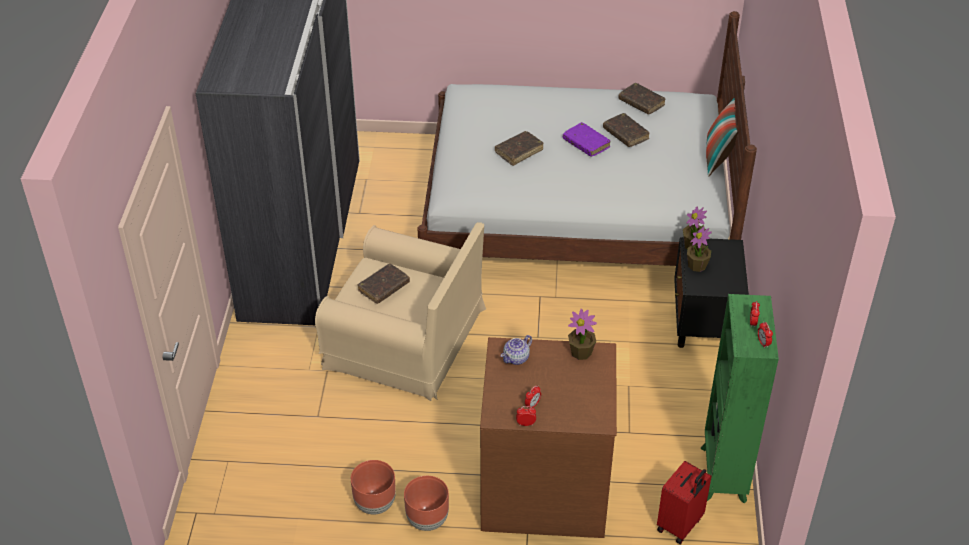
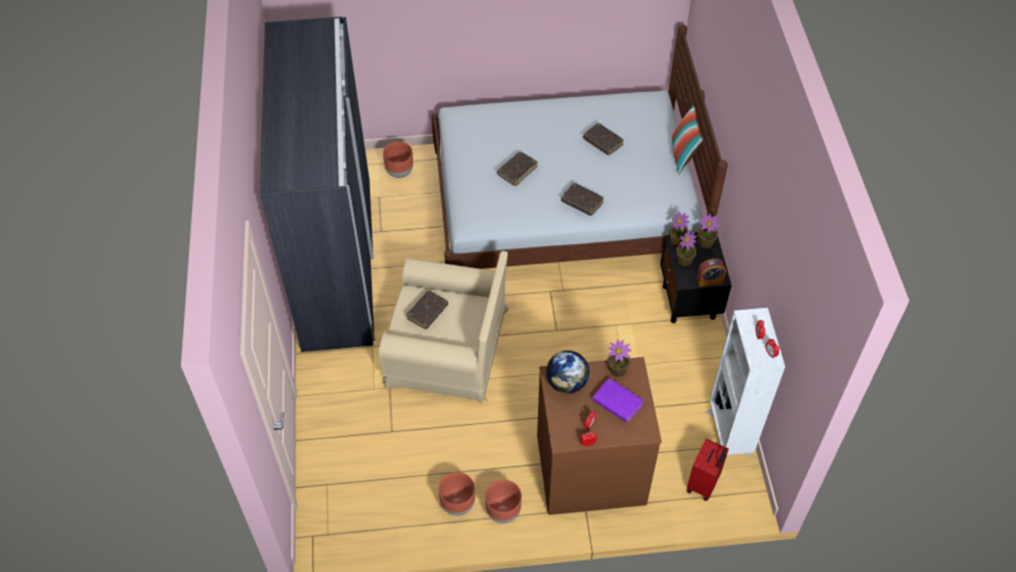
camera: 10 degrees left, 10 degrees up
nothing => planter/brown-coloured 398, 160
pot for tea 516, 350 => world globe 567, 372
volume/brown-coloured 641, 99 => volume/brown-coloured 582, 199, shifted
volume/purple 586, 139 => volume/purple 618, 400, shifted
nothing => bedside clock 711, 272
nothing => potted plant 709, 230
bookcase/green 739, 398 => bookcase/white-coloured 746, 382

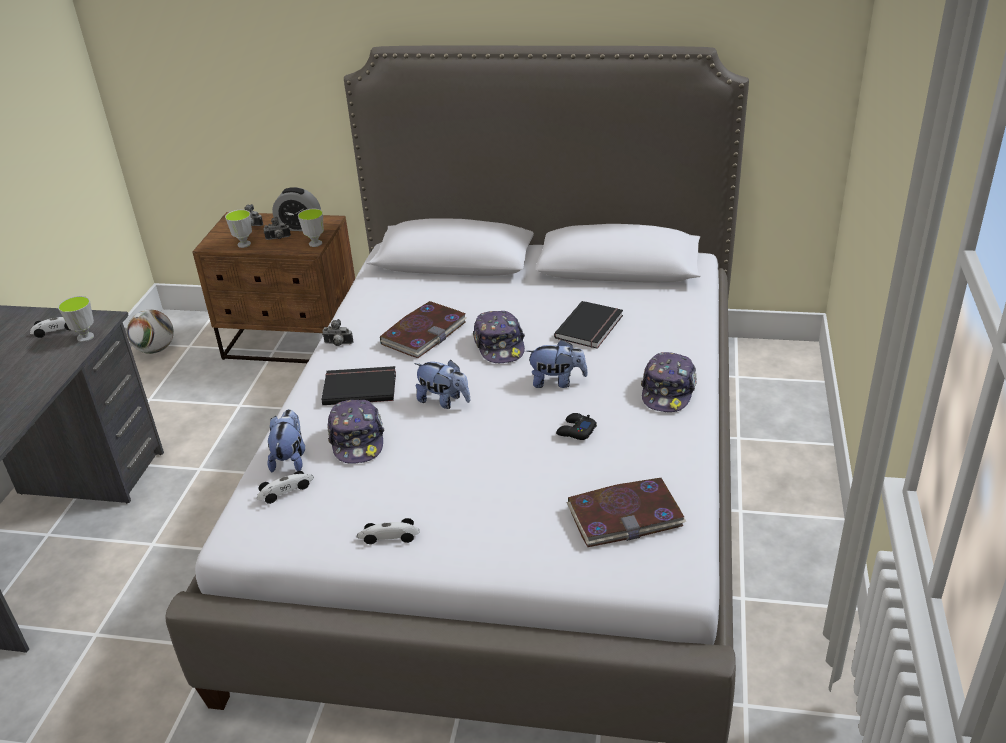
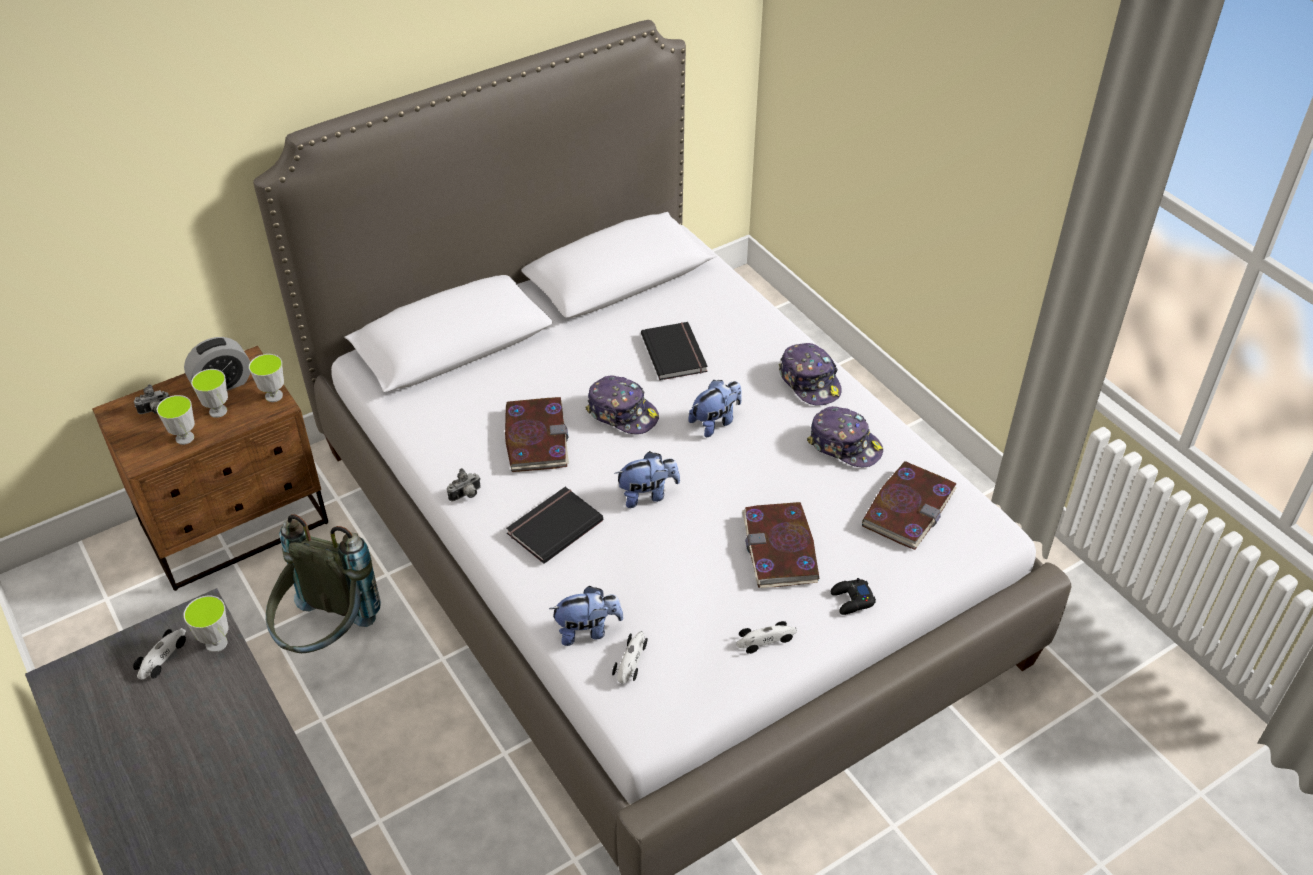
camera: 45 degrees left, 10 degrees up
still camera 277, 228 => small cup 209, 393
nothing => backpack/grey 323, 583
cuddly toy 286, 440 => cuddly toy 586, 616, 120 degrees clockwise
model car 388, 531 => model car 766, 637, 150 degrees counterclockwise
nothing => volume 780, 545
peaked cap 356, 432 => peaked cap 845, 436, shifted
gamepad/blackish 576, 426 => gamepad/blackish 853, 596, shifted
ball for football 150, 331 => nothing

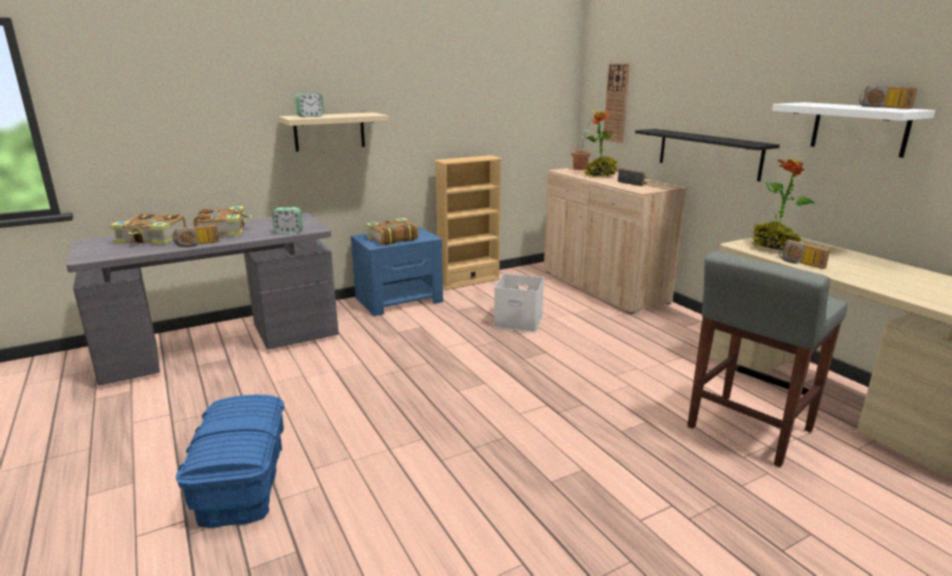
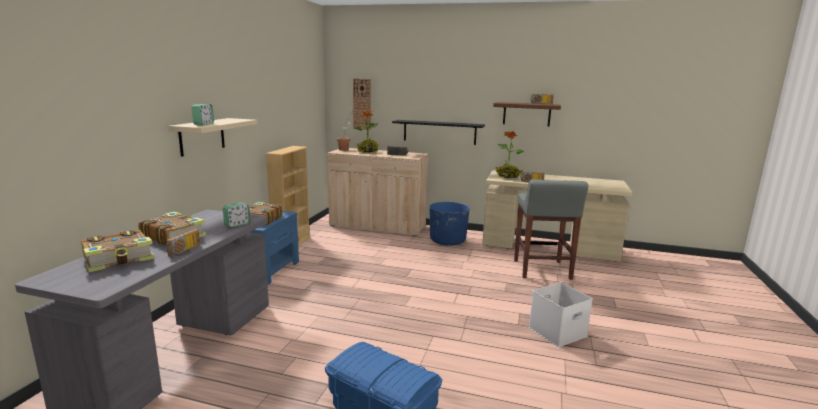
camera: 45 degrees left, 5 degrees down
nothing => planter/blue 450, 224
bracket shelf/white-coloured 853, 130 => bracket shelf/brown-coloured 527, 114
storage container/white-coloured 519, 302 => storage container/white-coloured 561, 315, shifted

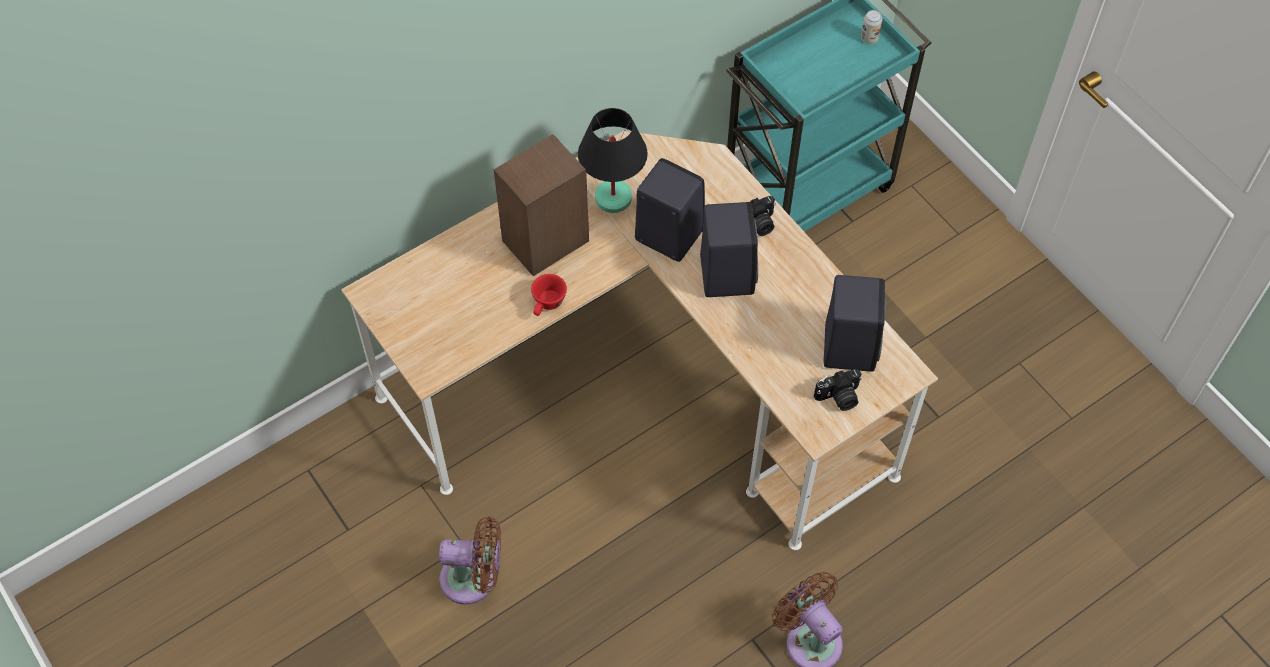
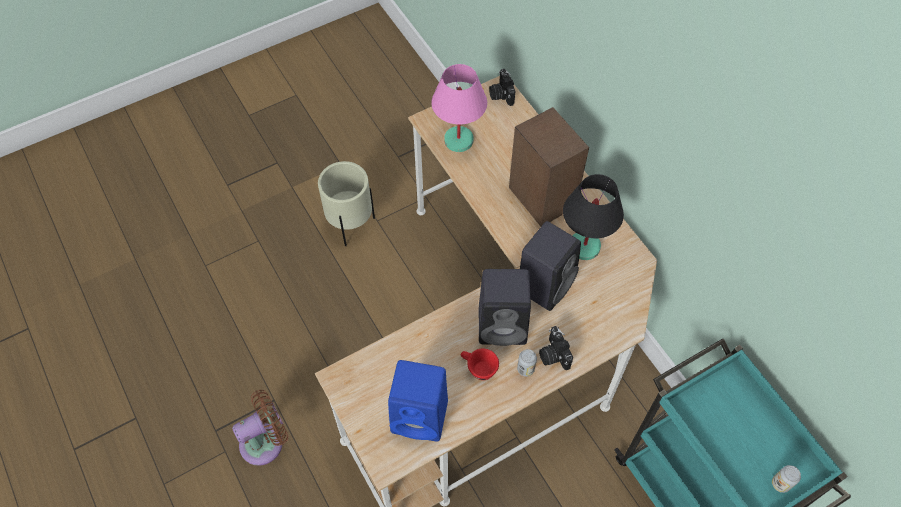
camera: 95 degrees right, 0 degrees up
cooling fan/brown-coloured 470, 560 => planter/beige-coloured 346, 203
loudspeaker/blackish 855, 323 => loudspeaker/blue 418, 400
nothing => tabletop lamp/pink 459, 108
small cup/red-coloured 549, 295 => small cup/red-coloured 480, 364, shifted
still camera 838, 390 => still camera 502, 87, shifted
nothing => sealed can 527, 363

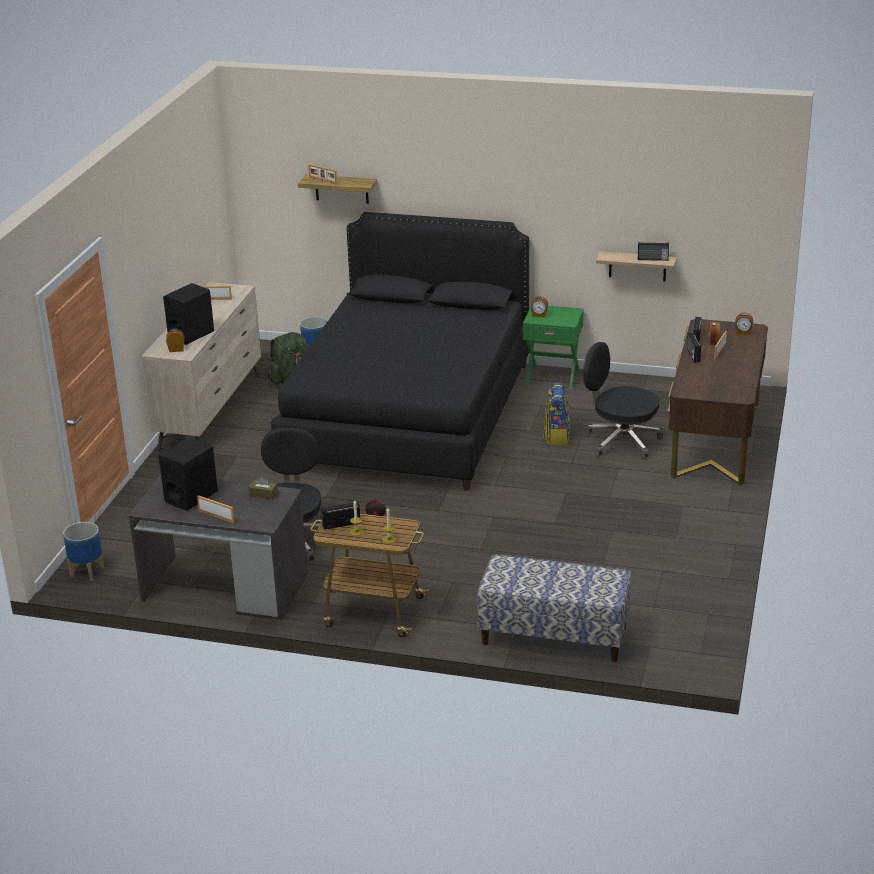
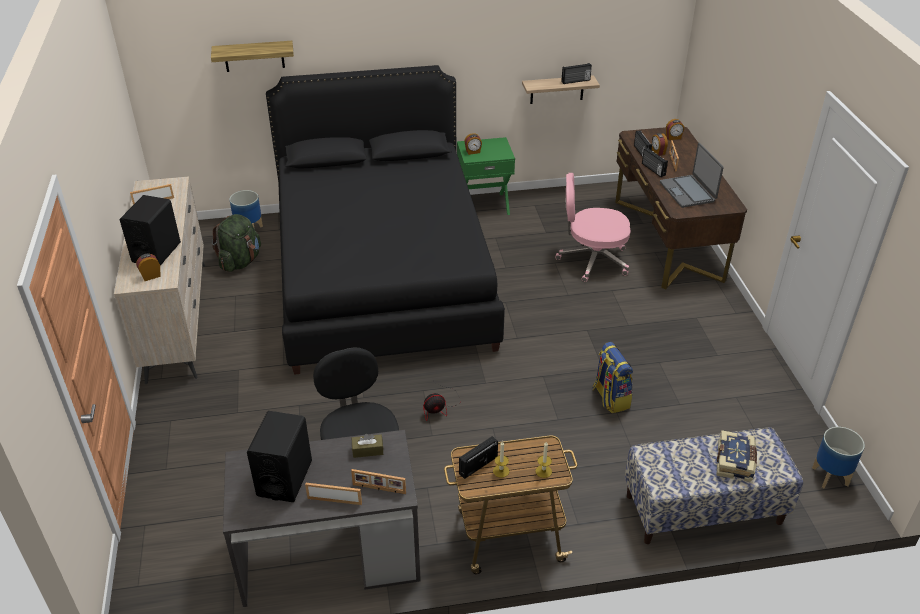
camera: 25 degrees left, 10 degrees up
picture frame 322, 174 => picture frame 378, 481, shifted
computer chair/blackish 623, 400 => computer chair/pink 593, 227
backpack 557, 414 => backpack 612, 377, shifted
nothing => portable computer 691, 175
nothing => volume 736, 456
planter 83, 551 => planter 838, 457, shifted

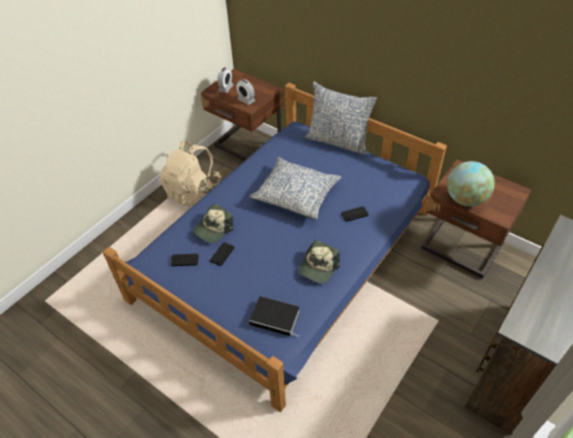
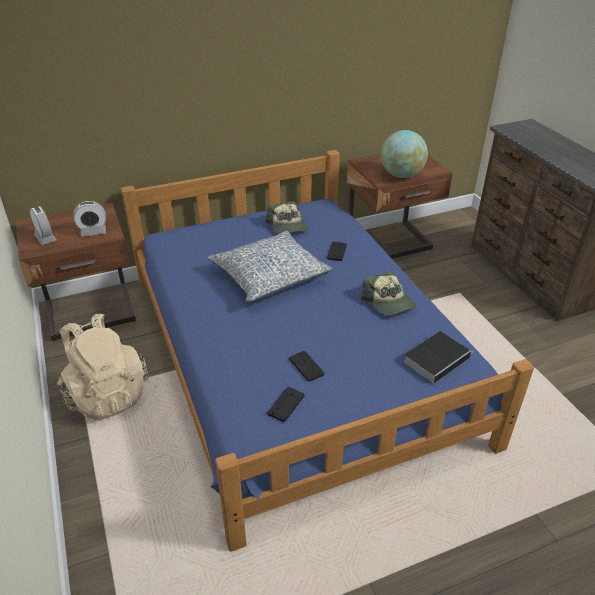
camera: 60 degrees left, 10 degrees down
peaked cap 213, 223 => peaked cap 287, 217, shifted
pillow 341, 118 => nothing

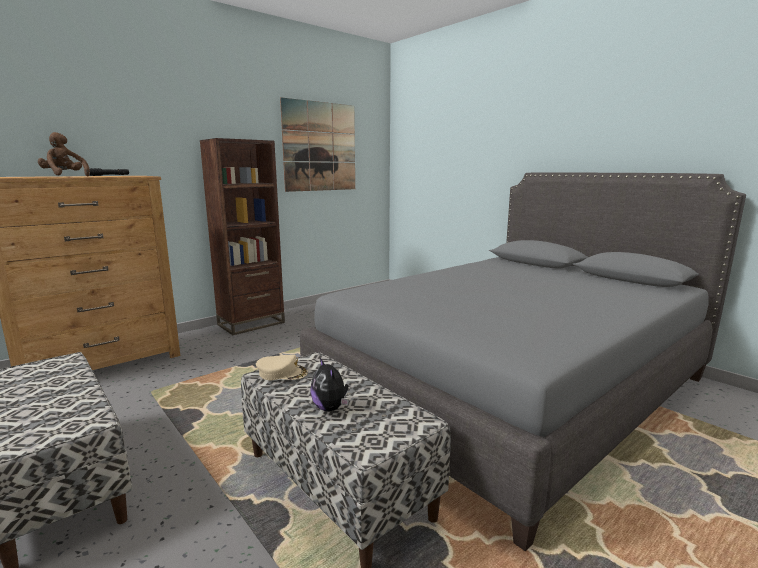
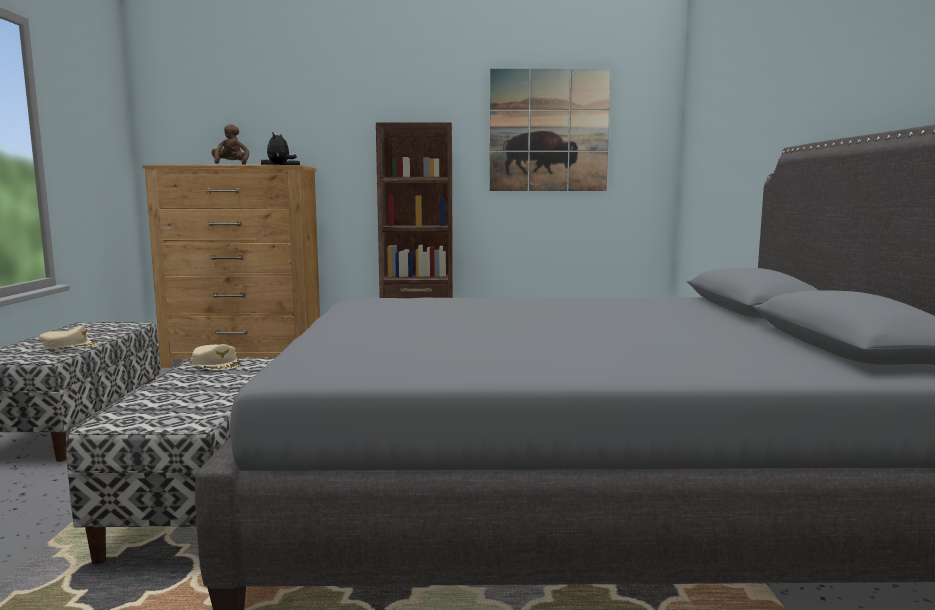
camera: 40 degrees right, 5 degrees down
nothing => peaked cap/beige-coloured 69, 337
cuddly toy 329, 385 => cuddly toy 282, 148, shifted

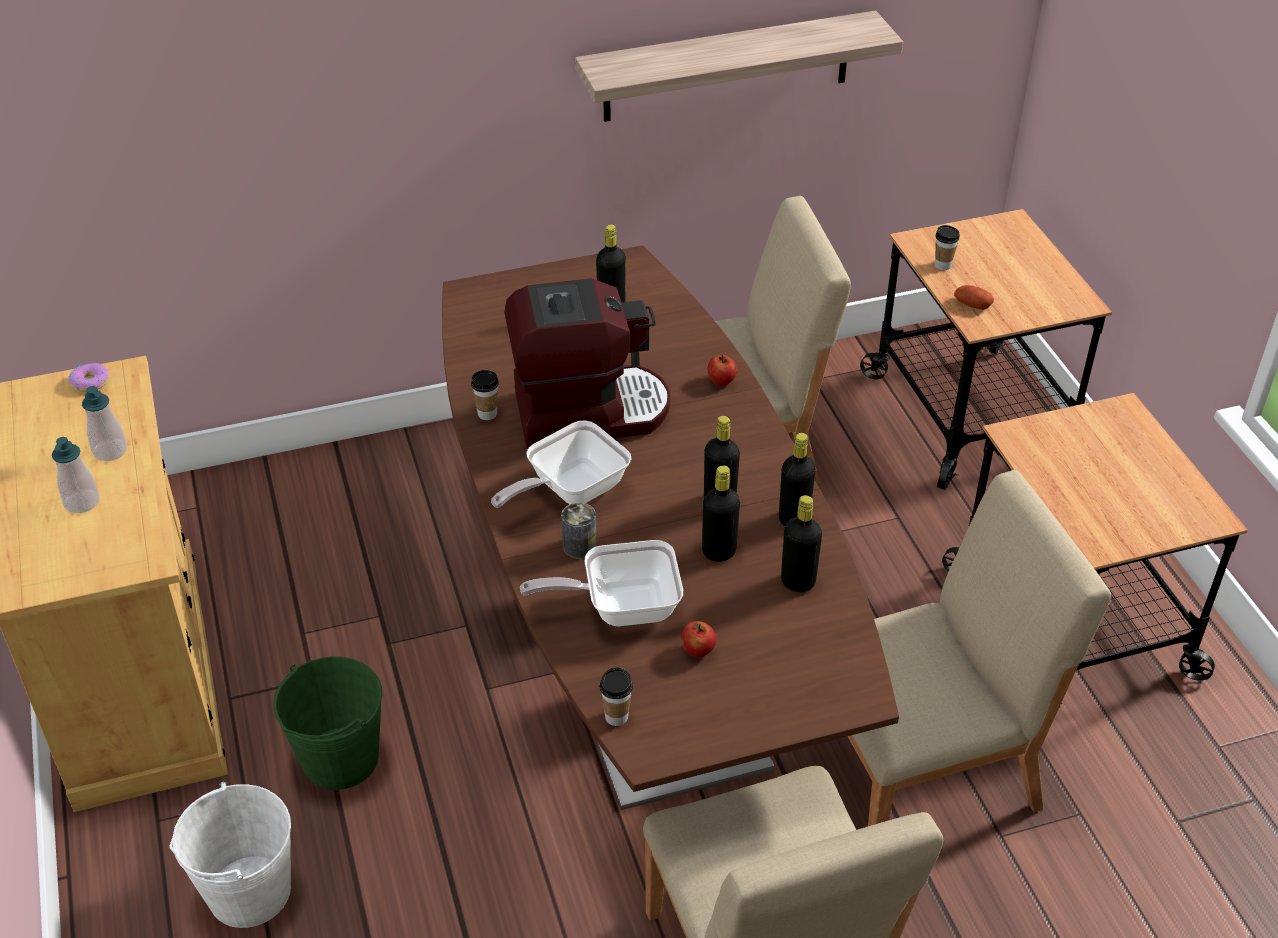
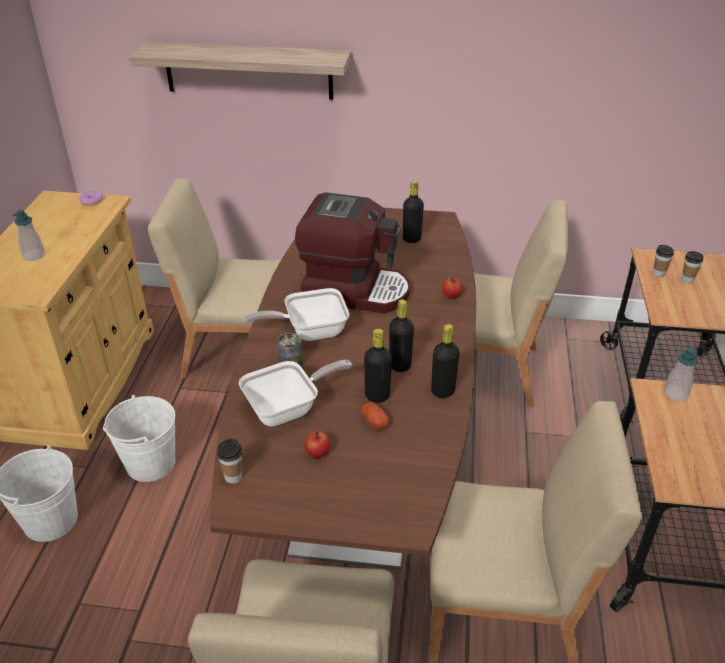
camera: 25 degrees right, 5 degrees down
pail/green 327, 723 => pail/white-coloured 139, 438
bracket shelf 739, 66 => bracket shelf 240, 71, shifted
nothing => plain chair/beige-coloured 214, 278
skillet 601, 583 => skillet 295, 393, 135 degrees clockwise
whole potato 974, 297 => whole potato 375, 416, shifted
soap bottle 104, 423 => soap bottle 681, 374, shifted
small cup 485, 395 => small cup 692, 267, shifted
bottle/blackish 801, 543 => nothing

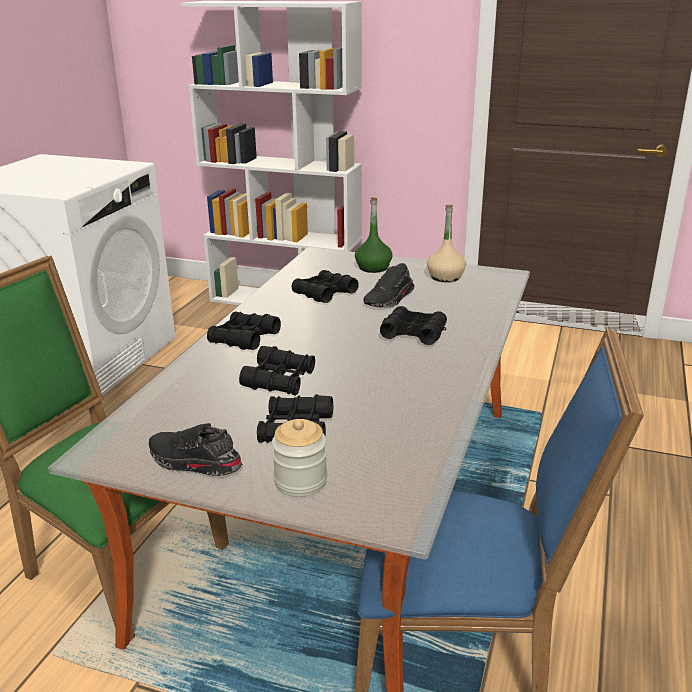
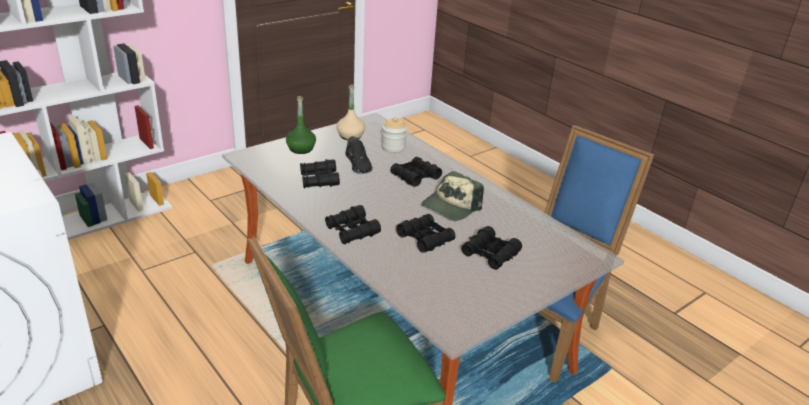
camera: 60 degrees left, 5 degrees up
storage jar 299, 457 => storage jar 394, 135, shifted
nothing => peaked cap 452, 196
shoe/blackish 196, 449 => nothing

